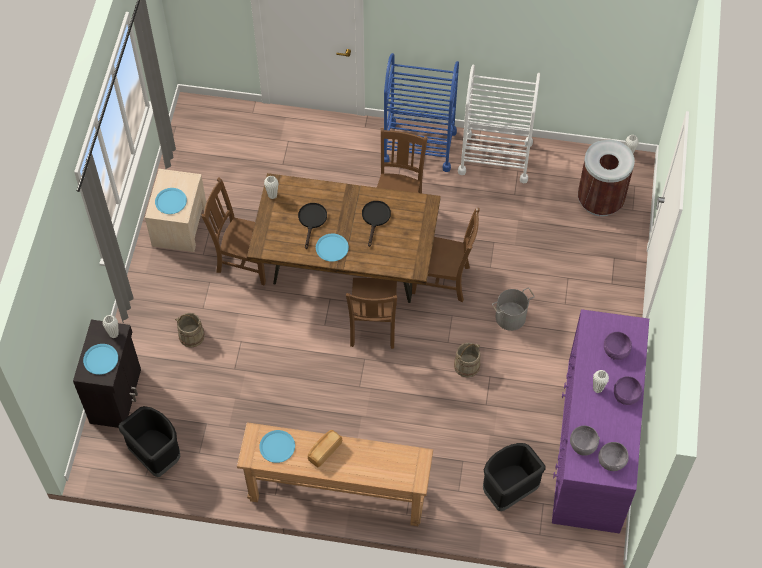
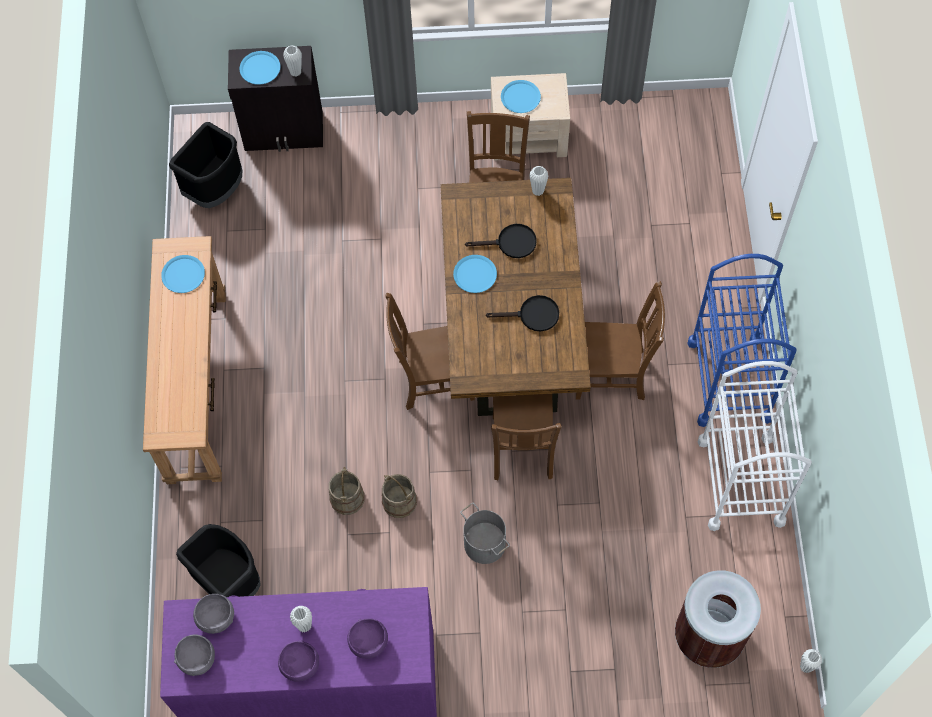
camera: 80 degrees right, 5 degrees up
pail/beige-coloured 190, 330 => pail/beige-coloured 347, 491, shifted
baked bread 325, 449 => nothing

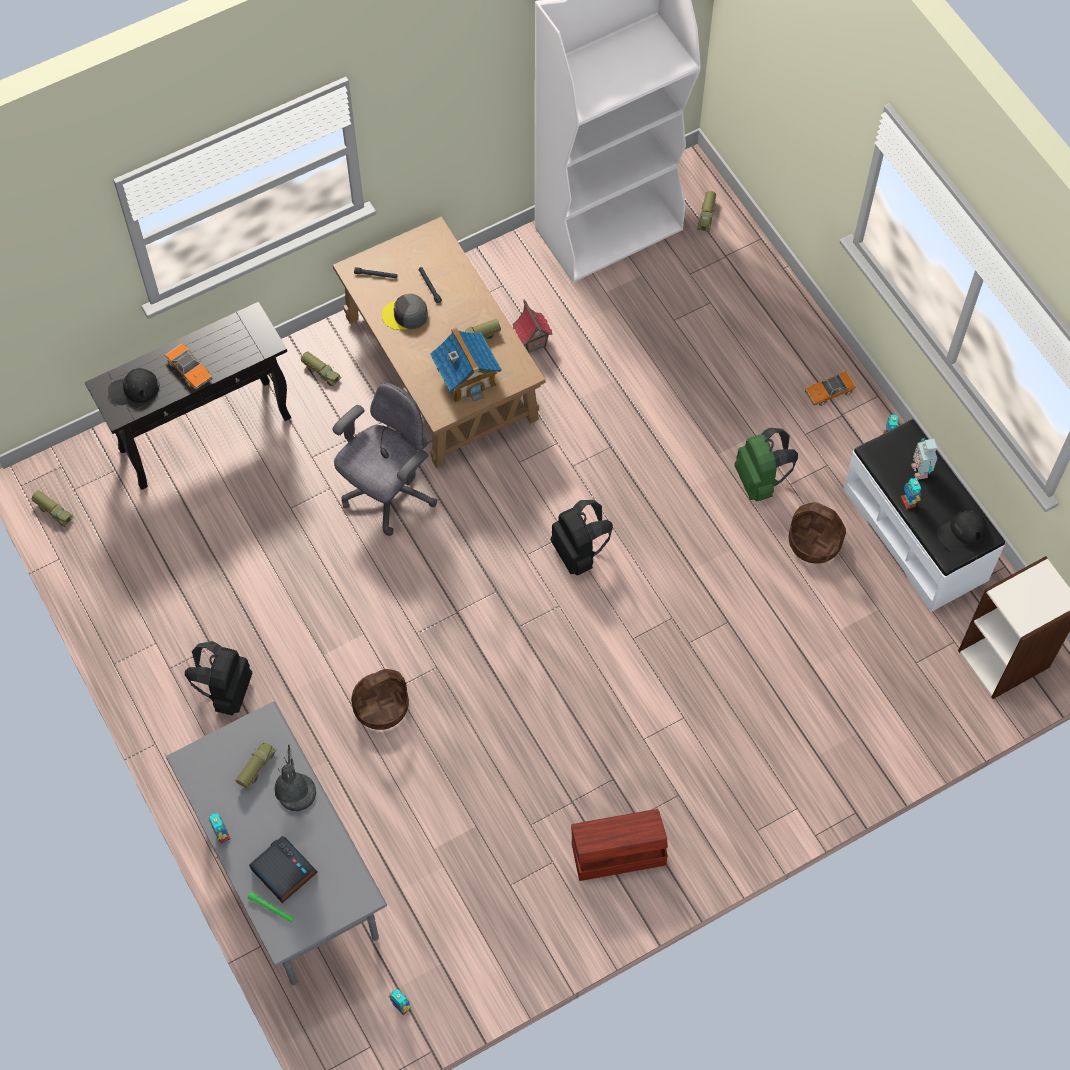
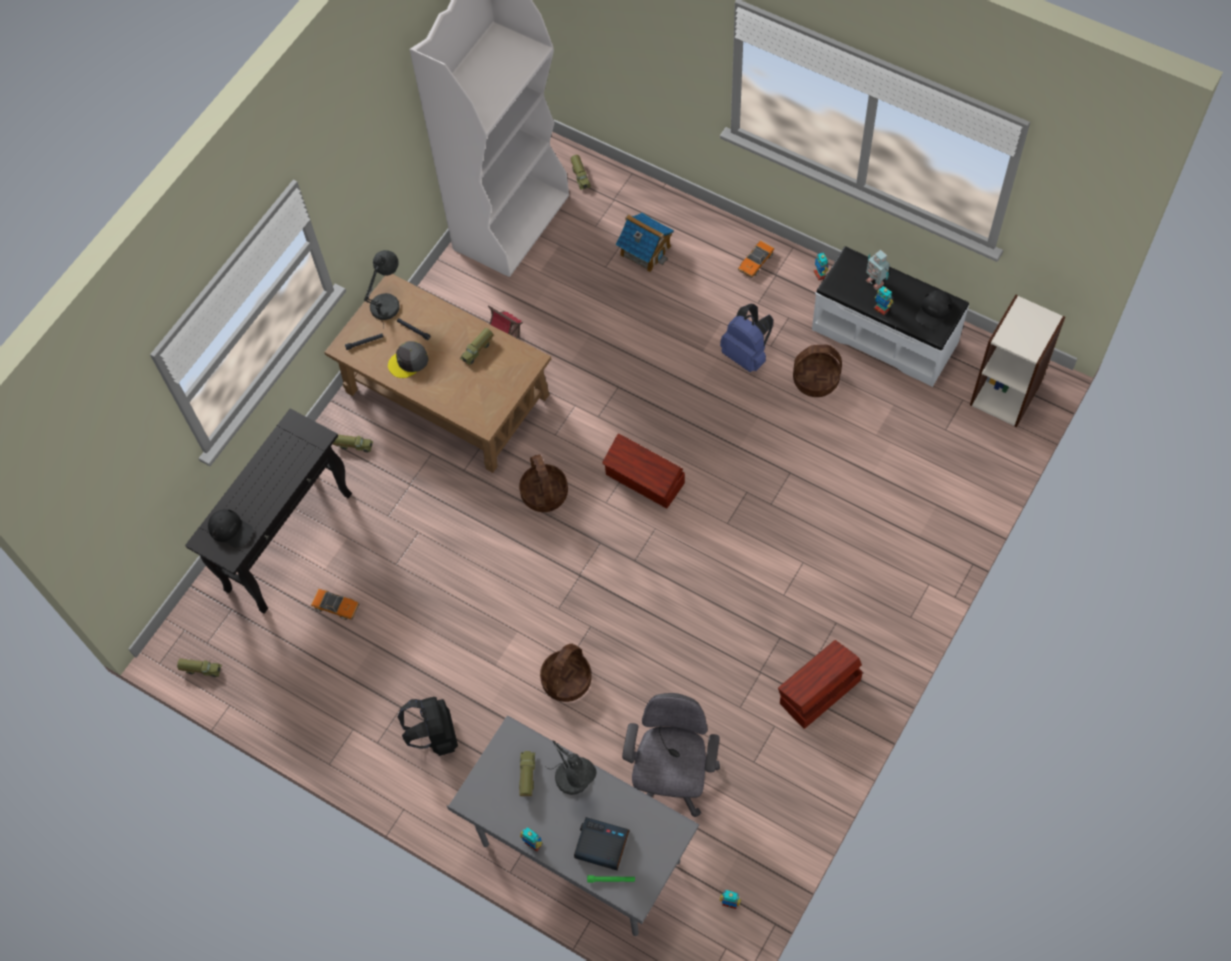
camera: 25 degrees left, 0 degrees up
peaked cap/blackish 133, 386 => peaked cap/blackish 230, 529, 105 degrees counterclockwise
model car 188, 366 => model car 335, 604, shifted
nothing => tabletop lamp/grey 382, 289
nothing => storage basket 543, 483
backpack/blackish 582, 538 => storage container/brown-coloured 643, 471
toy house 466, 365 => toy house 644, 242, shifted
computer chair/grey 385, 459 => computer chair/grey 671, 755, shifted
backpack/green 766, 465 => backpack/blue 746, 338

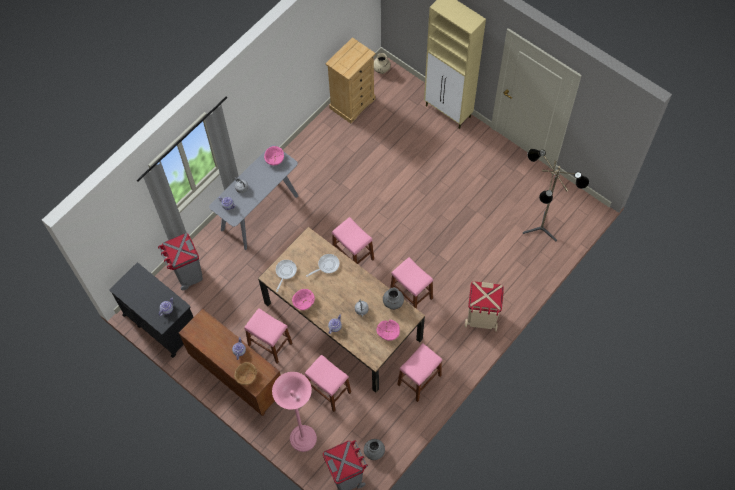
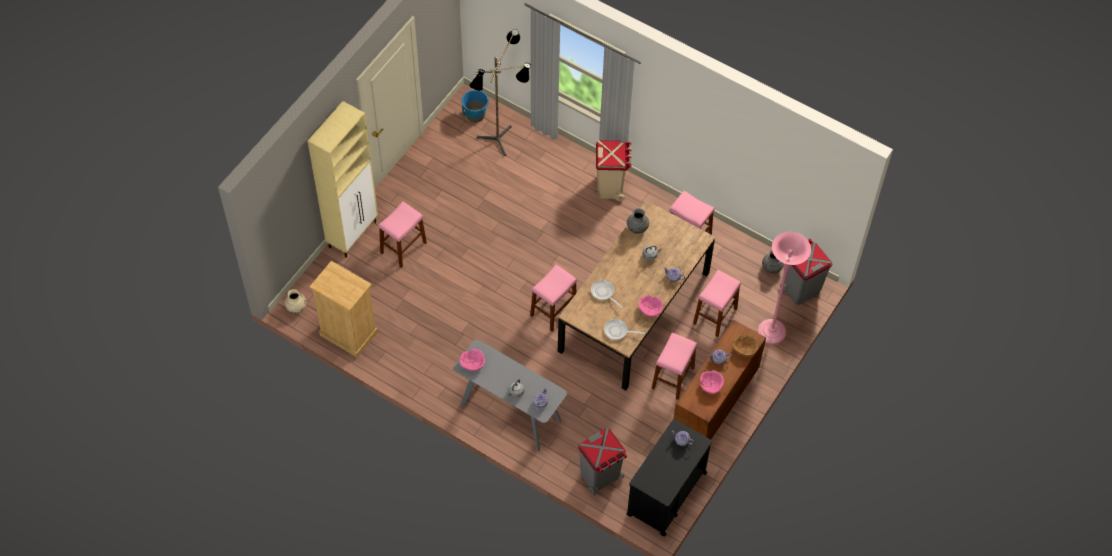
camera: 100 degrees left, 5 degrees down
stool seat/pink 411, 283 => stool seat/pink 402, 234, shifted
nothing => pail/blue 475, 106
serving bowl/pink 388, 330 => serving bowl/pink 712, 382, shifted

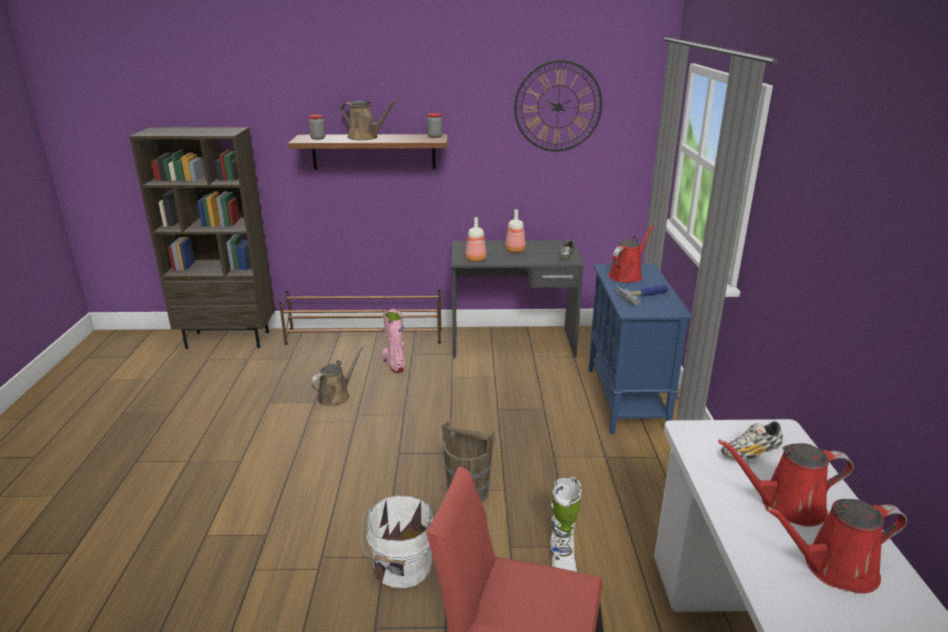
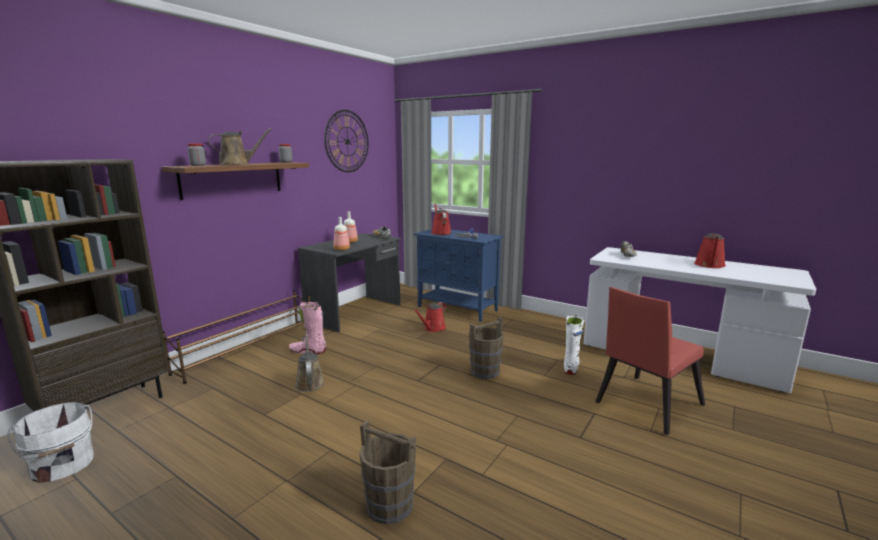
camera: 55 degrees left, 10 degrees down
pail/white-coloured 397, 541 => pail/white-coloured 51, 442, shifted
nothing => pail/brown-coloured 387, 472
watering pot/red-coloured 786, 483 => watering pot/red-coloured 429, 317, shifted
tall boot/white-coloured 566, 524 => tall boot/white-coloured 574, 345, 105 degrees counterclockwise

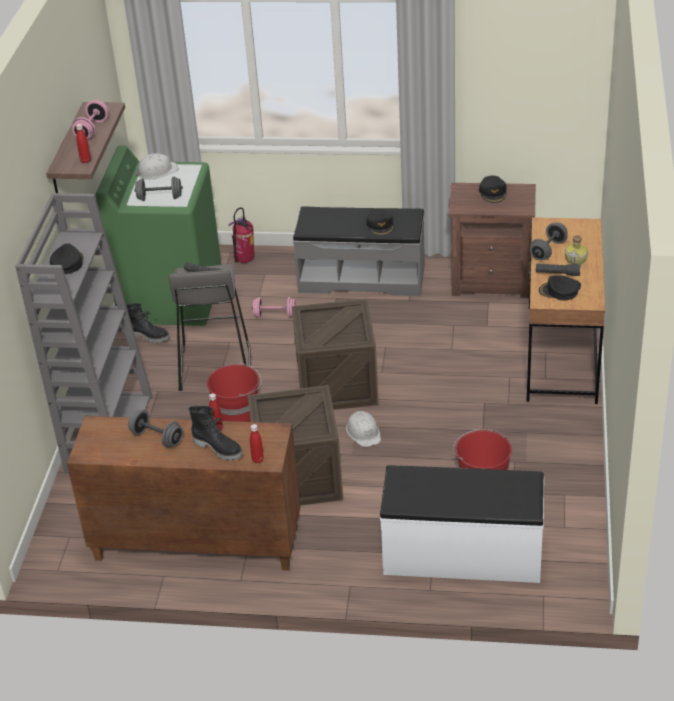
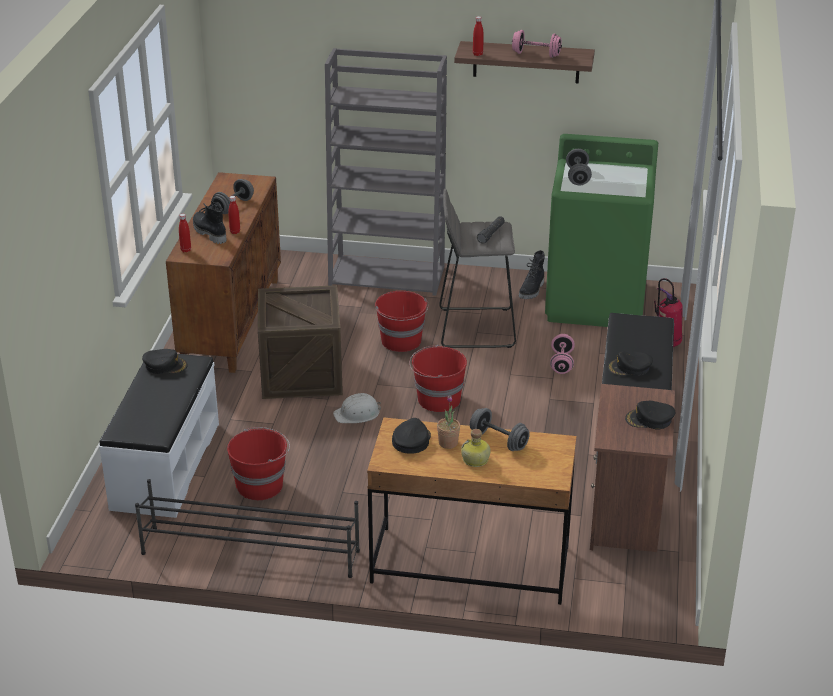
camera: 90 degrees right, 5 degrees down
nothing => shoe rack/blackish 247, 528
peaked cap/blackish 66, 258 => peaked cap/blackish 165, 361, shifted
tall boot/blackish 216, 433 => tall boot/blackish 209, 222, 105 degrees clockwise
crate 335, 354 => pail/red-coloured 438, 378
hand torch/blackish 558, 269 => potted plant 448, 422
hard hat/white-coloured 157, 166 => nothing

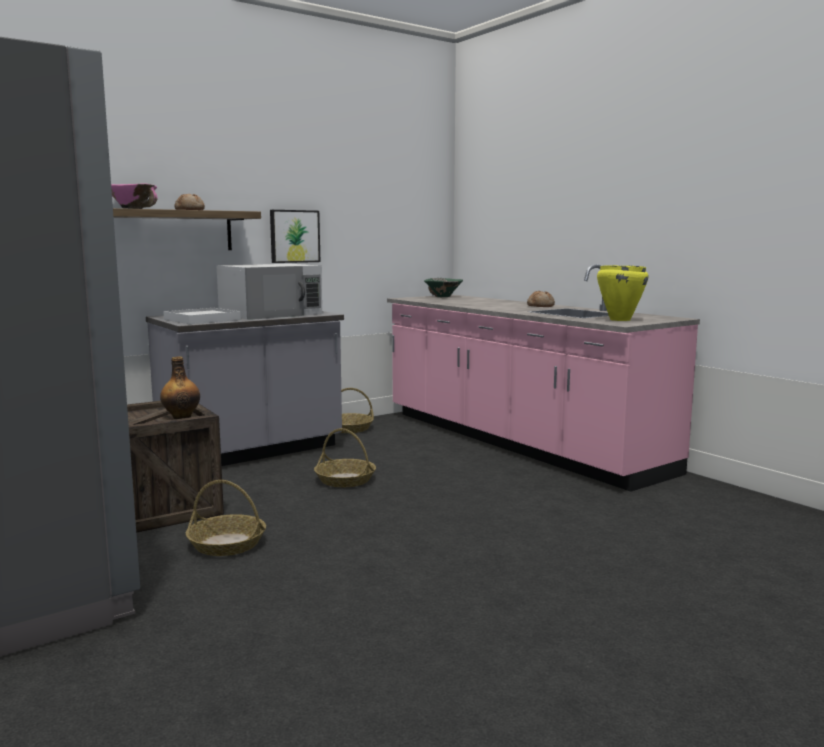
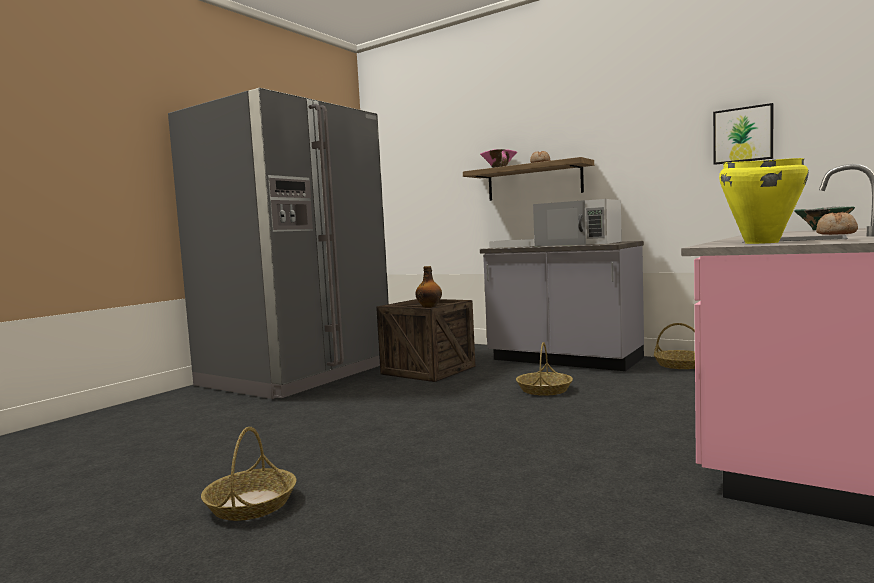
camera: 70 degrees right, 5 degrees down
storage basket 226, 518 => storage basket 248, 474, shifted
picture 295, 236 => picture 743, 134, shifted

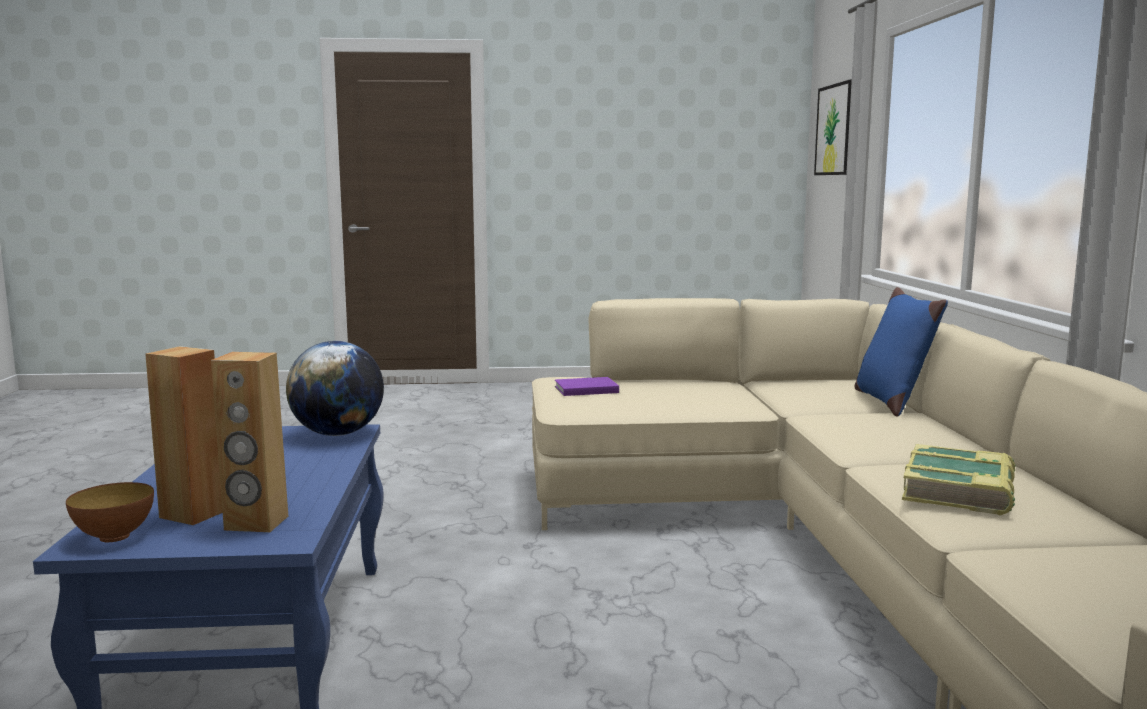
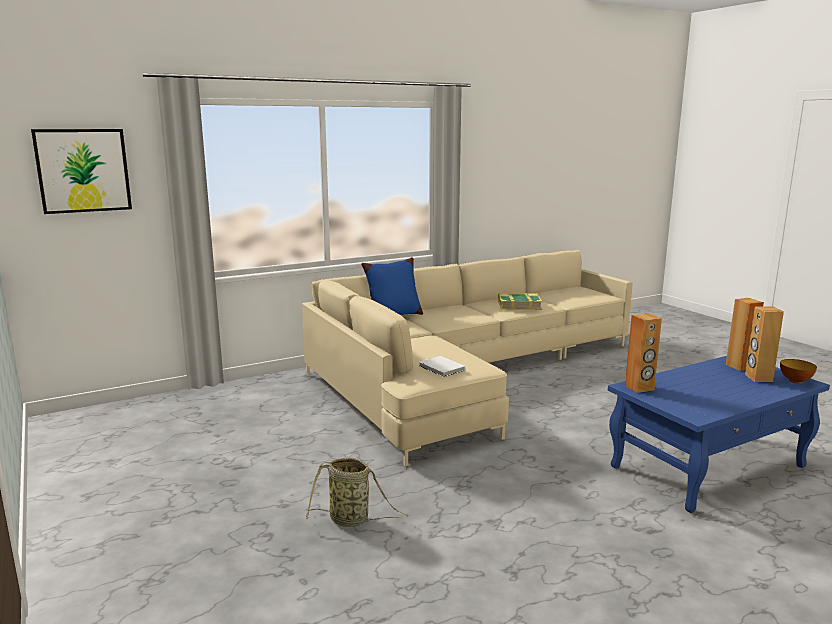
camera: 115 degrees left, 5 degrees up
nothing => storage basket 357, 492
volume/purple 587, 386 => volume/white-coloured 442, 366
world globe 335, 388 => loudspeaker/brown-coloured 643, 353

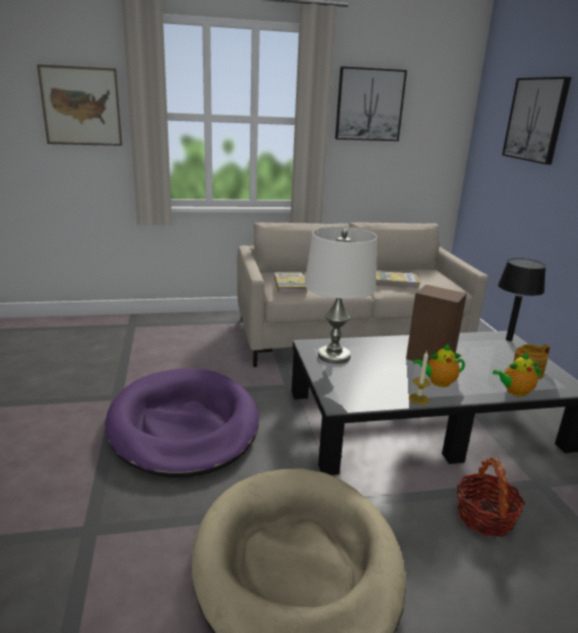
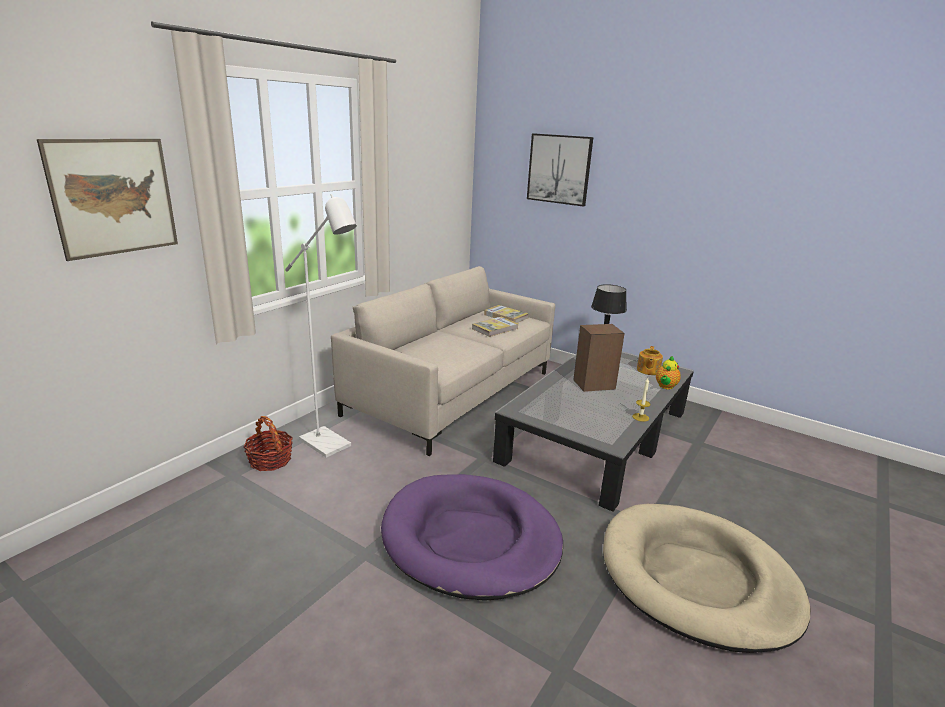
camera: 45 degrees left, 0 degrees up
storage basket 491, 497 => storage basket 268, 443, shifted
nothing => standing lamp/white-coloured 321, 326
volume 291, 282 => volume 506, 314, shifted
tabletop lamp/white-coloured 340, 295 => nothing
picture 371, 103 => nothing
pot for tea 439, 365 => nothing

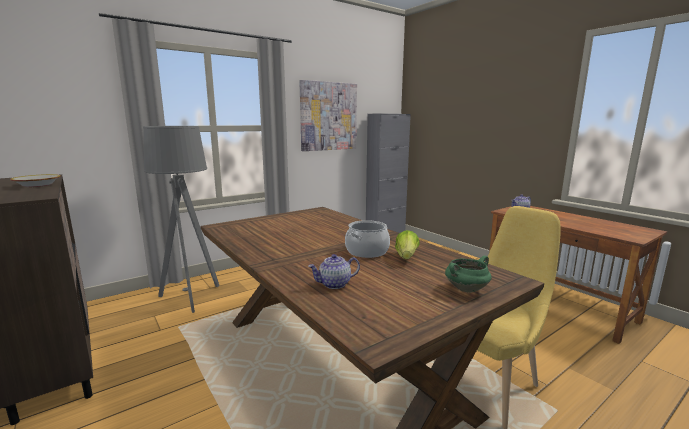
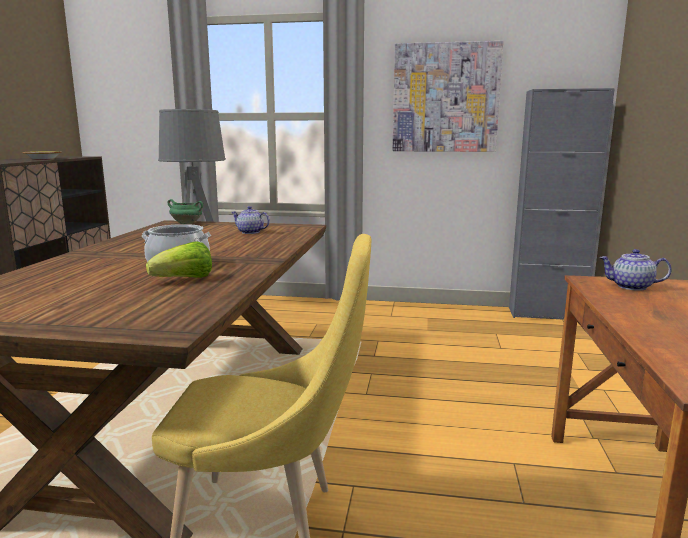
camera: 45 degrees right, 0 degrees up
saucepot/green 468, 274 => saucepot/green 185, 211, shifted
pot for tea 334, 271 => pot for tea 250, 220, shifted

